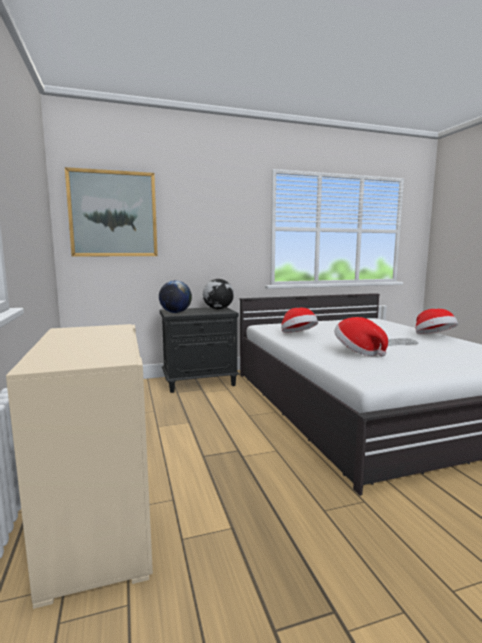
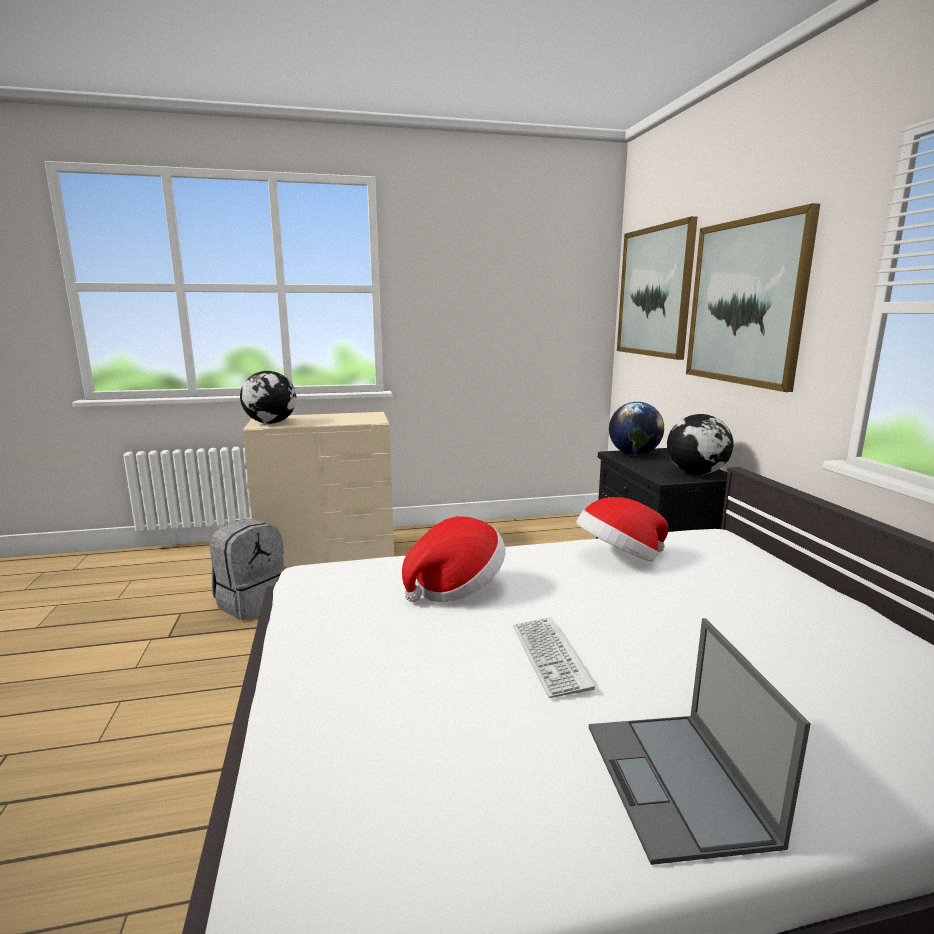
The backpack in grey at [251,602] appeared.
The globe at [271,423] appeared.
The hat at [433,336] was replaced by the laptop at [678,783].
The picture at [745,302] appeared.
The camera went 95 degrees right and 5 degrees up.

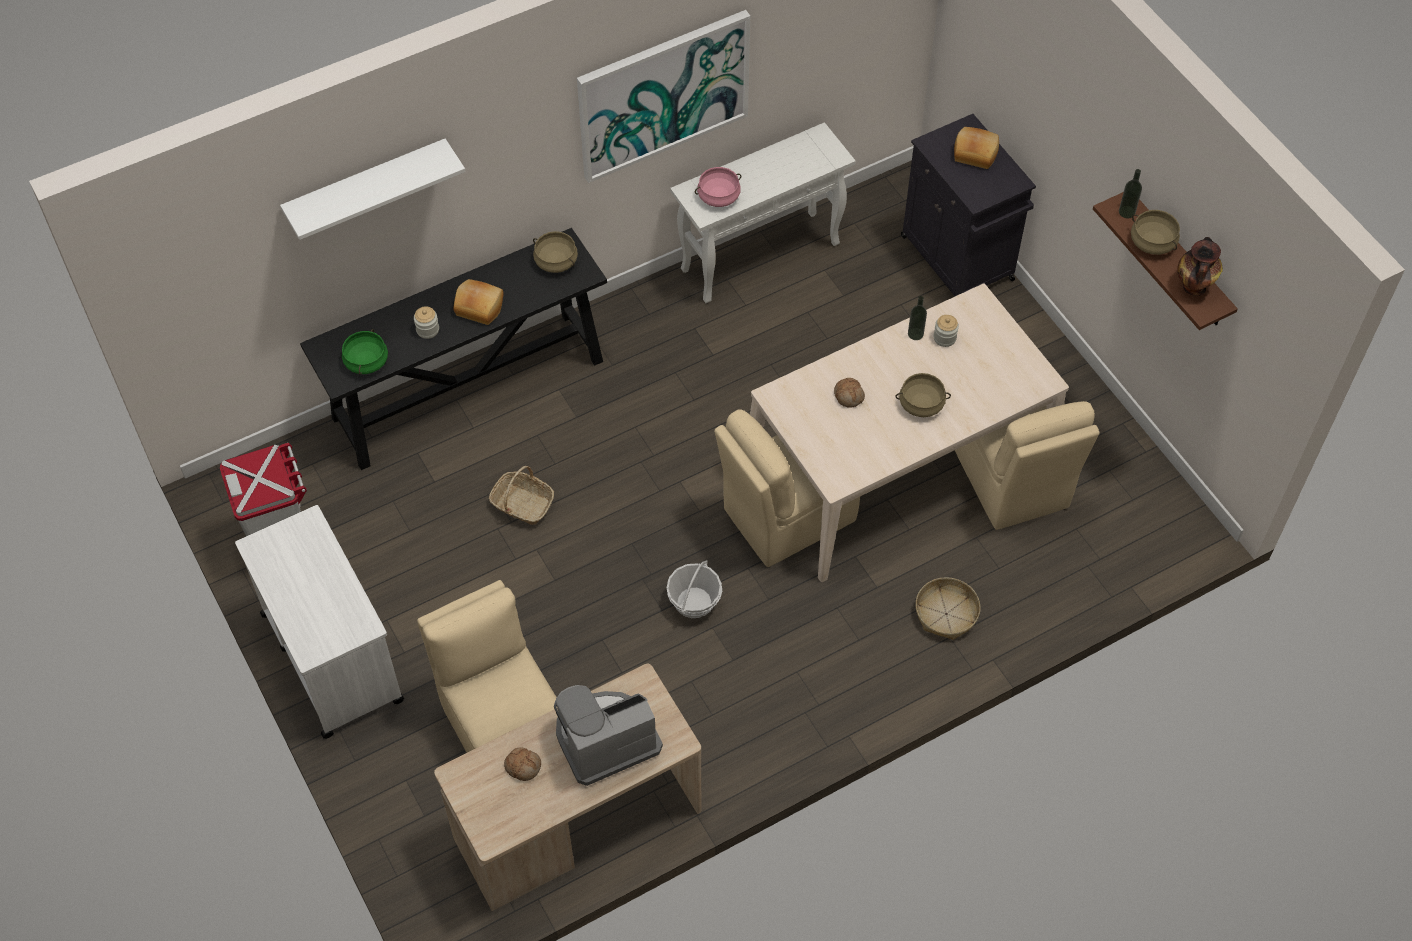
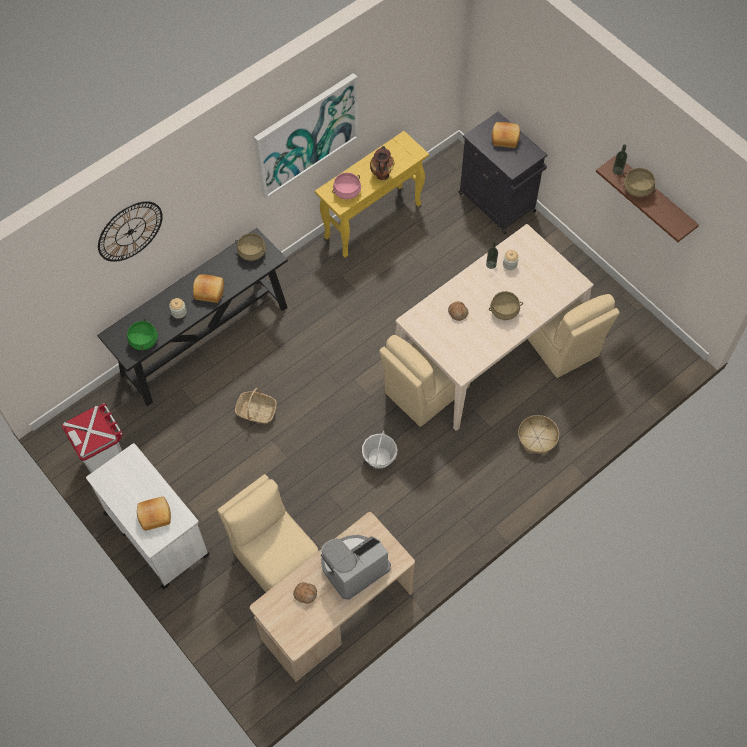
The shelf in white at [366,186] was replaced by the wall clock at [130,231].
The bread at [155,515] appeared.
The console table in white at [761,256] became the console table in yellow at [373,220].
The vase moved from [1193,287] to [382,175].
The camera went 10 degrees left and 5 degrees up.

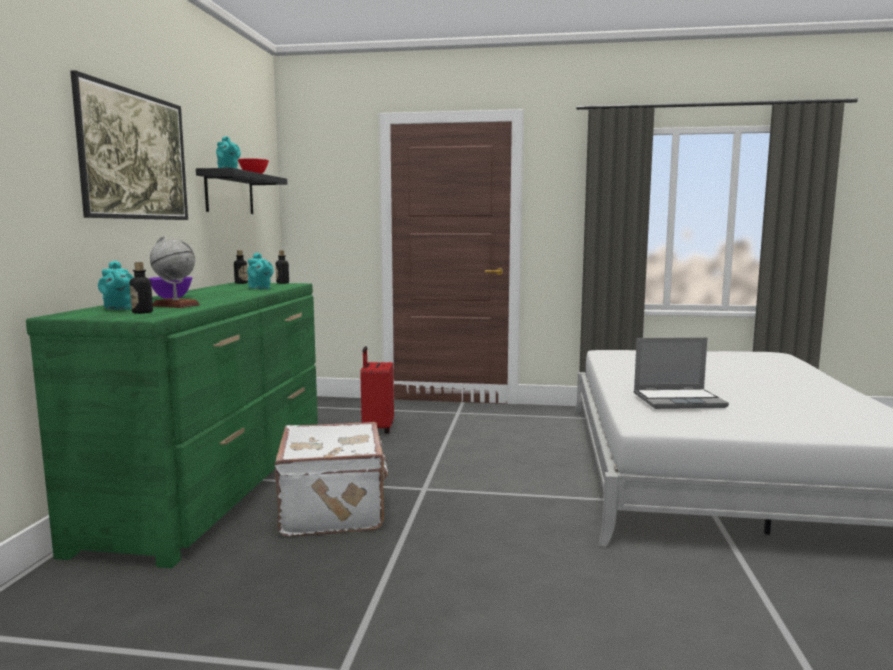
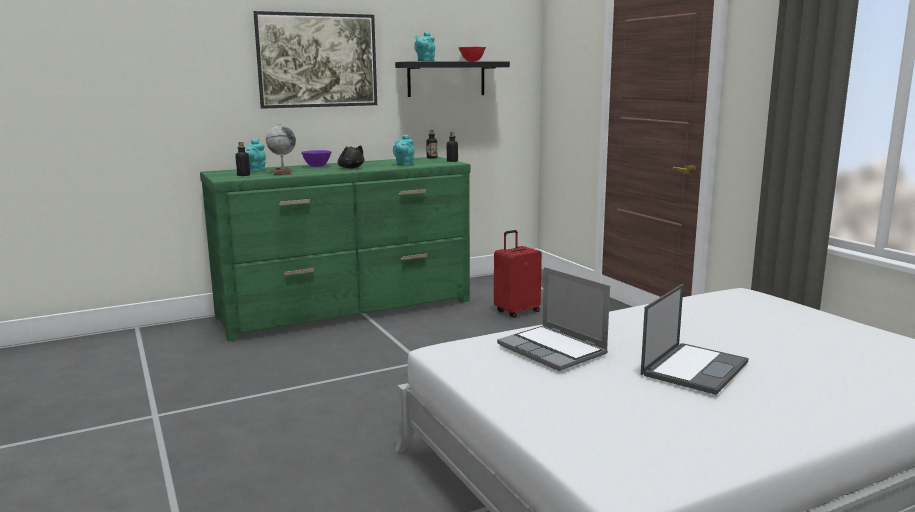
The plush toy in black at [350,168] appeared.
The laptop at [694,368] appeared.
The suitcase in white at [335,510] disappeared.
The camera went 55 degrees right and 5 degrees up.

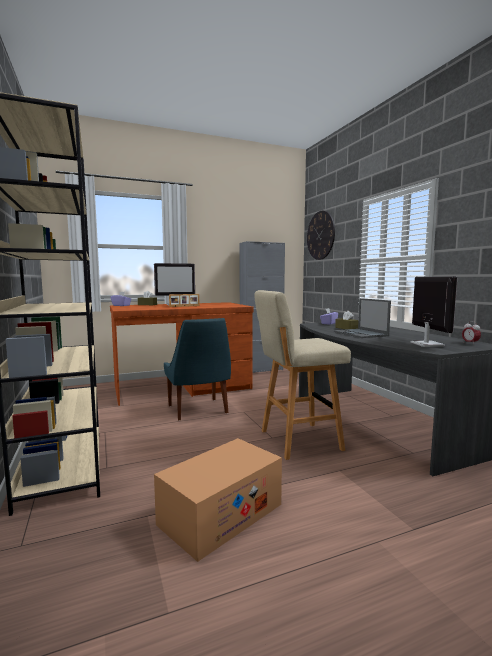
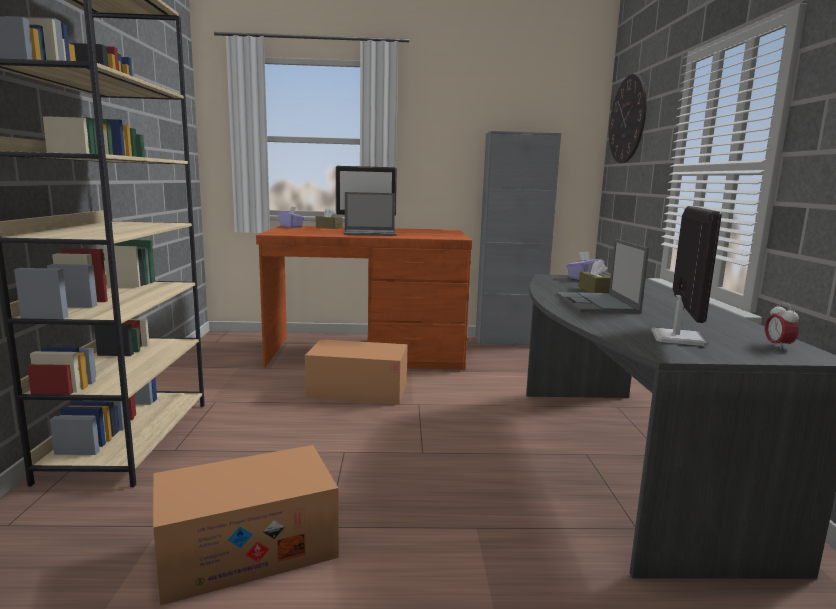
The chair in blue at [198,410] was replaced by the cardboard box at [358,391].
The picture frame at [184,306] was replaced by the laptop at [370,233].
The stool in beige at [297,440] disappeared.
The camera went 20 degrees right and 5 degrees up.

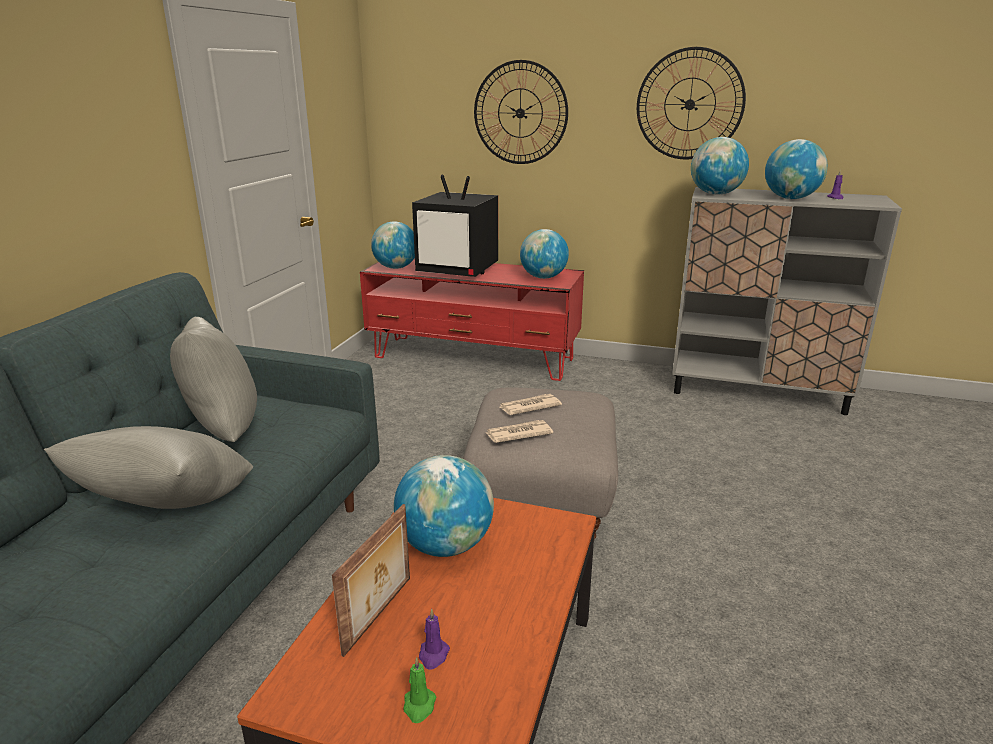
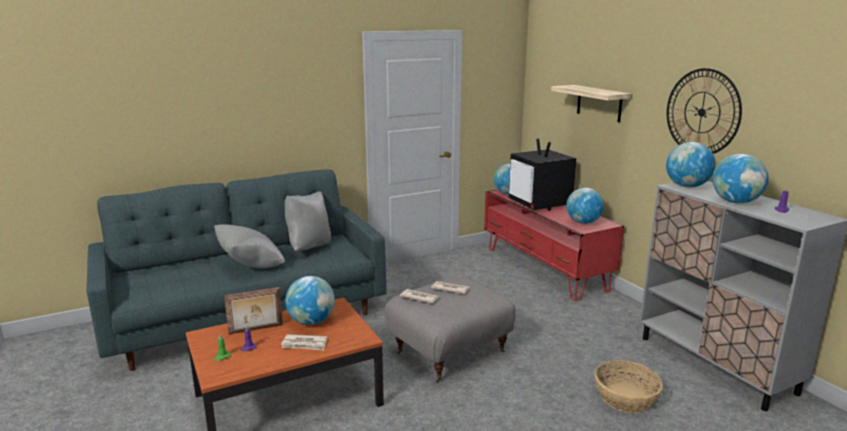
The newspaper at [305,344] appeared.
The wall clock at [520,113] was replaced by the shelf at [599,103].
The basket at [626,398] appeared.
The camera went 45 degrees right and 5 degrees down.

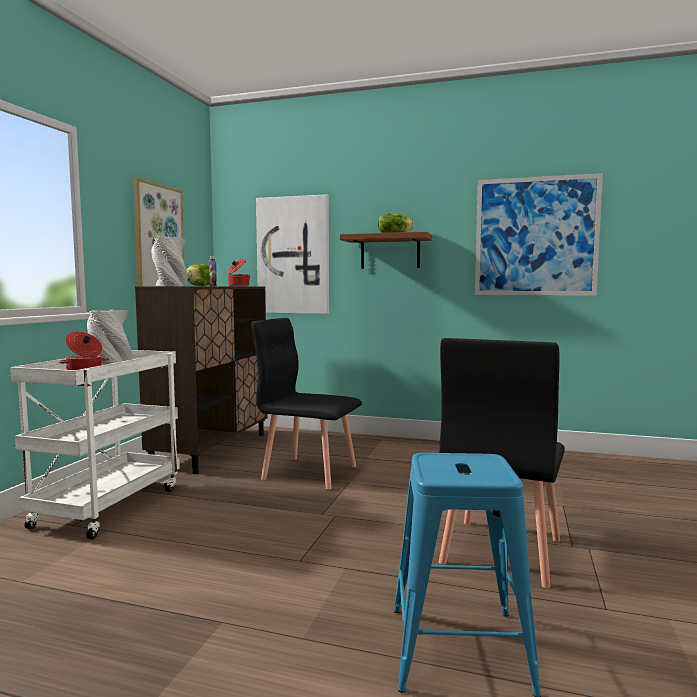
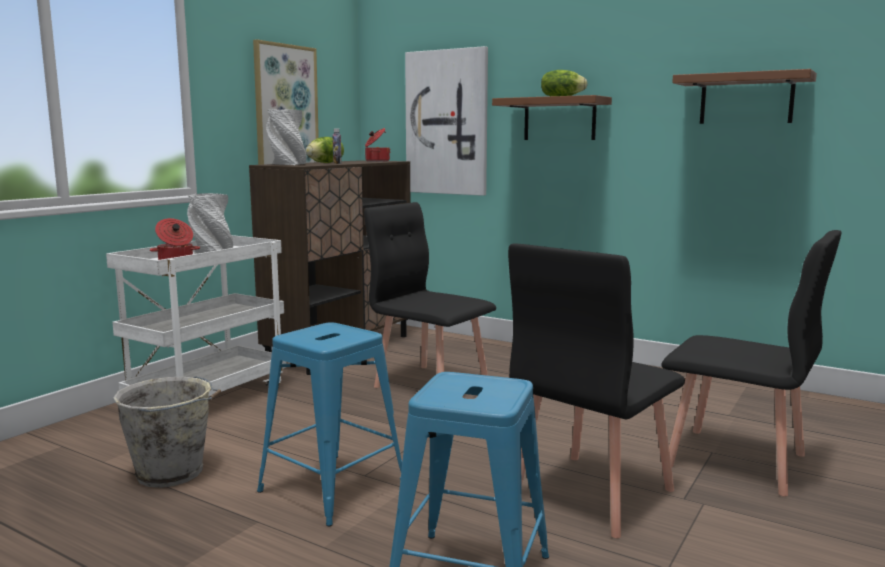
The bucket in grey at [172,473] appeared.
The stool in blue at [332,488] appeared.
The chair in black at [737,461] appeared.
The picture at [536,236] was replaced by the shelf in brown at [746,99].
The camera went 15 degrees right and 5 degrees up.

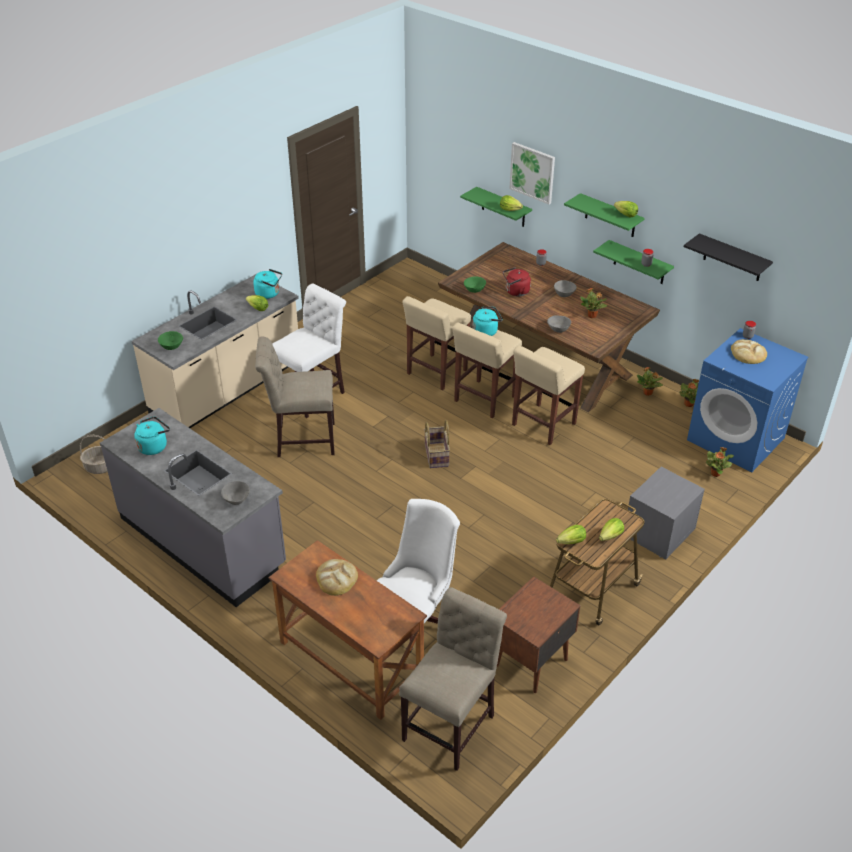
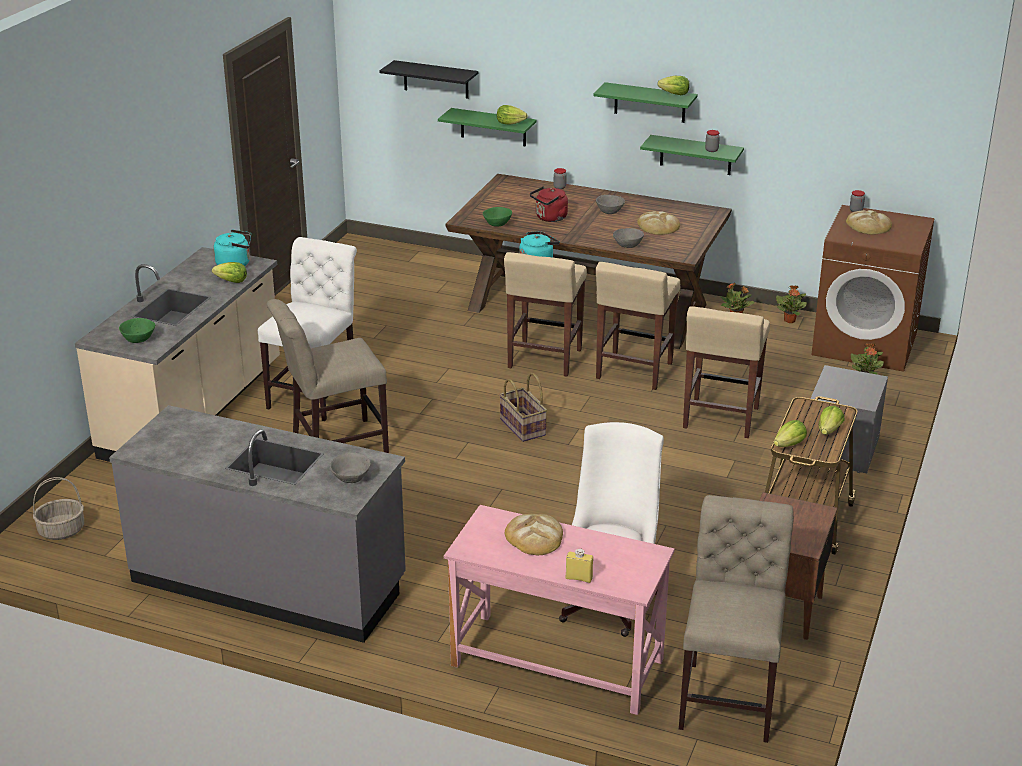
The shelf in black moved from [733,258] to [436,79].
The desk in brown at [350,661] became the desk in pink at [556,663].
The bottle in yellow at [579,578] appeared.
The potted plant at [592,316] was replaced by the bread at [658,226].
The stool in beige moved from [436,372] to [720,418].
The washing machine in blue at [736,439] became the washing machine in brown at [865,344].
The kettle in turquoise at [154,446] disappeared.
The picture at [532,172] disappeared.
The camera went 20 degrees left and 10 degrees down.

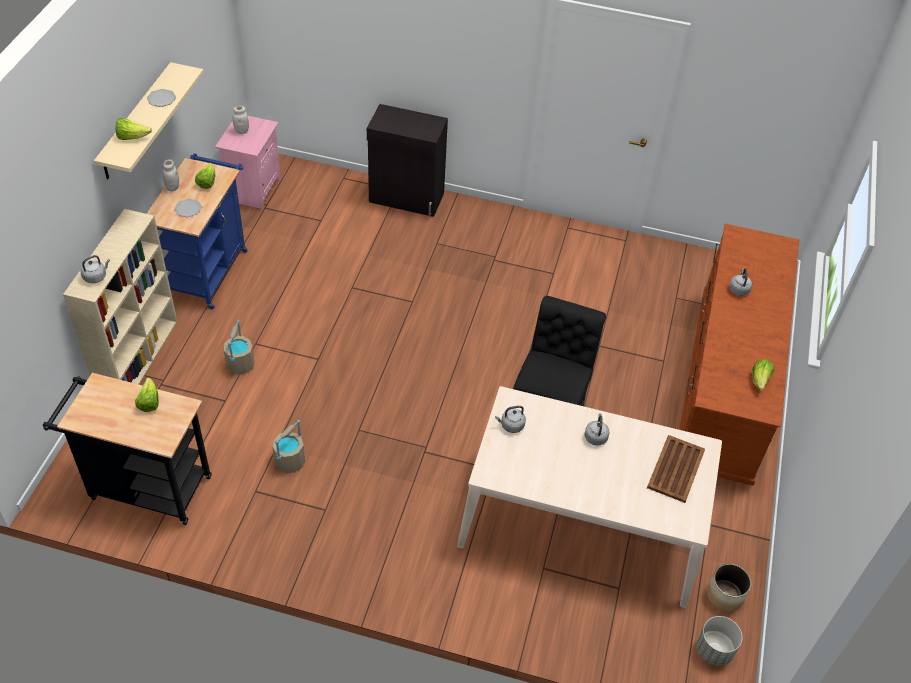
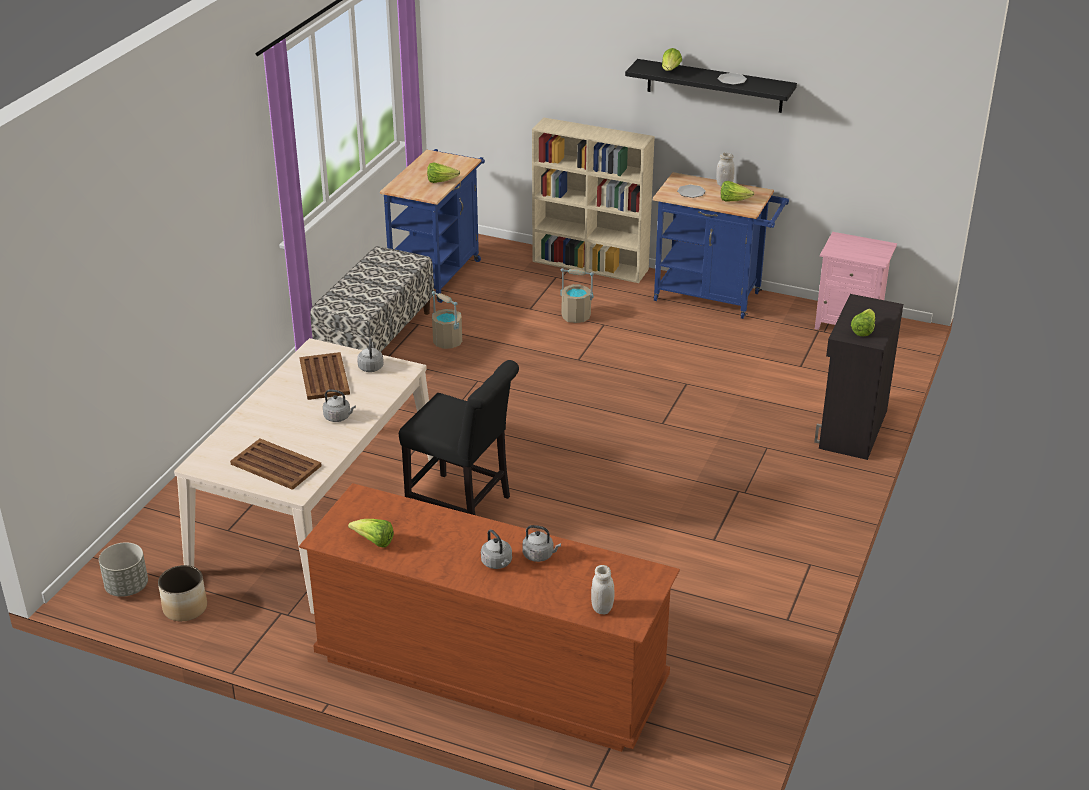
The tray in brown at [324,376] appeared.
The bench at [376,337] appeared.
The cart in black at [144,486] became the cart in blue at [438,273].
The kettle in grey moved from [96,276] to [497,563].
The jar in white moved from [242,131] to [602,608].
The shelf in beige at [136,122] became the shelf in black at [714,86].
The lettuce at [863,330] appeared.
The camera went 100 degrees right and 15 degrees down.

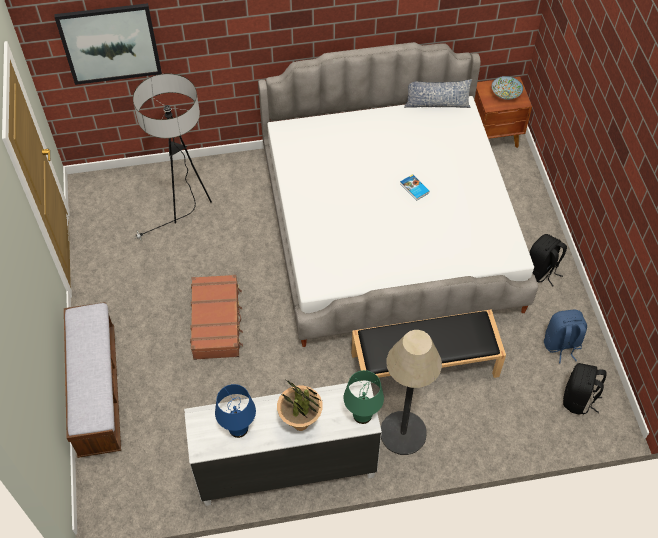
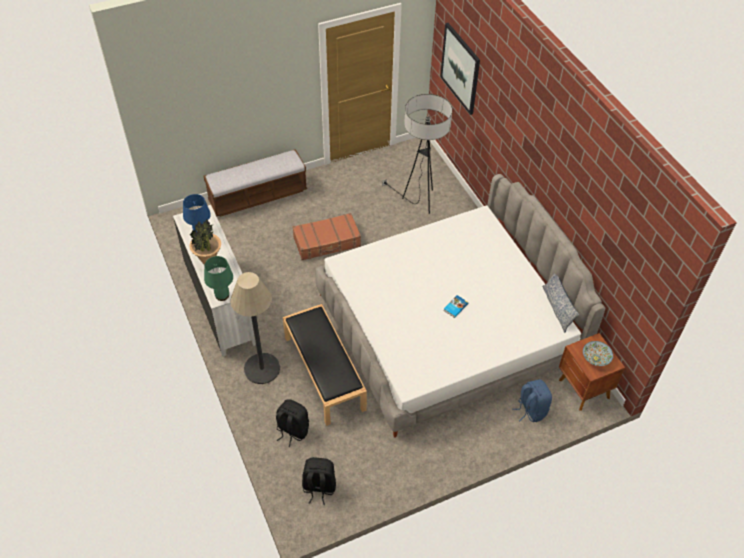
The backpack in black moved from [541,271] to [292,430].
The backpack in blue moved from [561,345] to [530,410].
The camera went 75 degrees right and 5 degrees down.

